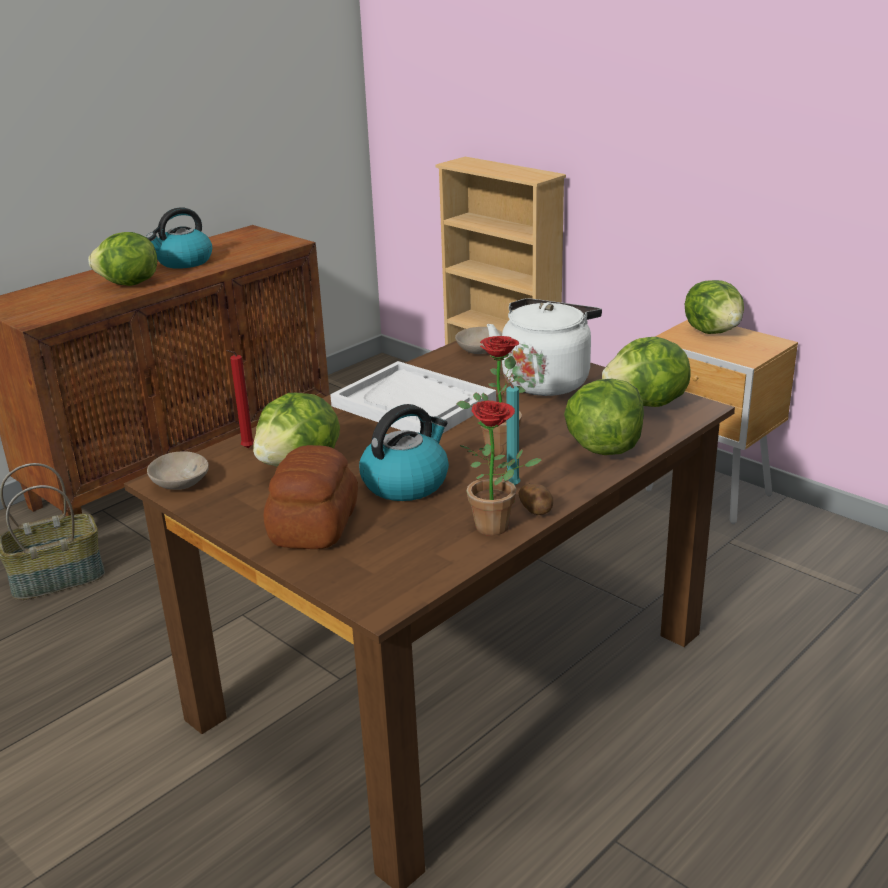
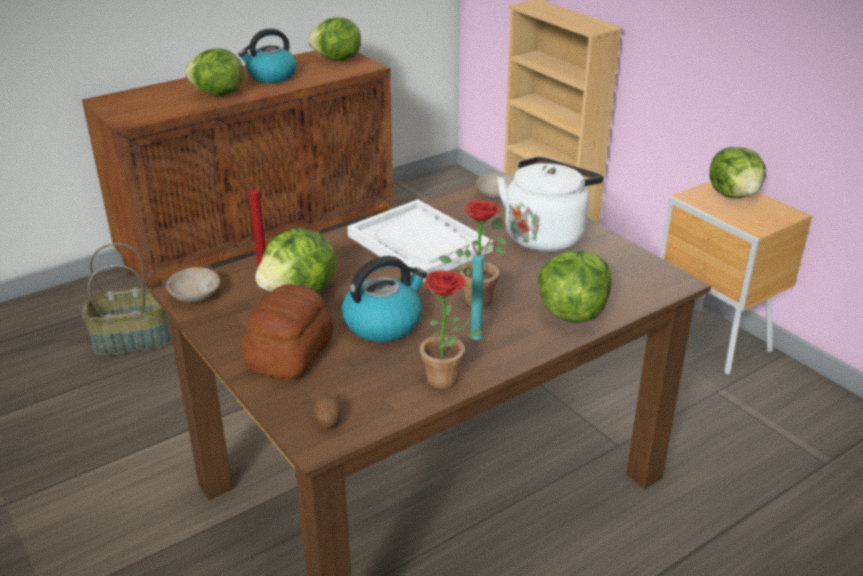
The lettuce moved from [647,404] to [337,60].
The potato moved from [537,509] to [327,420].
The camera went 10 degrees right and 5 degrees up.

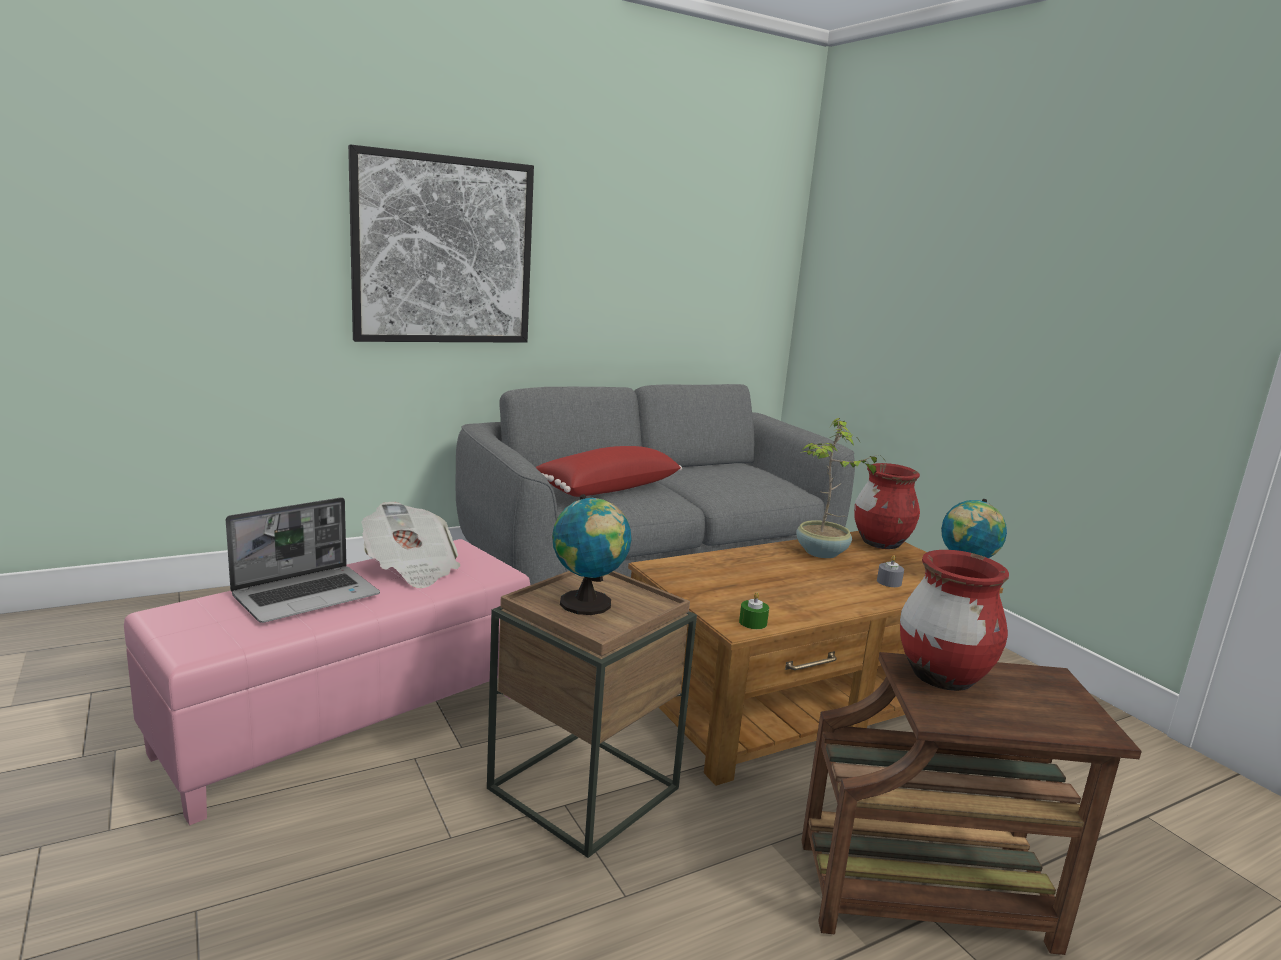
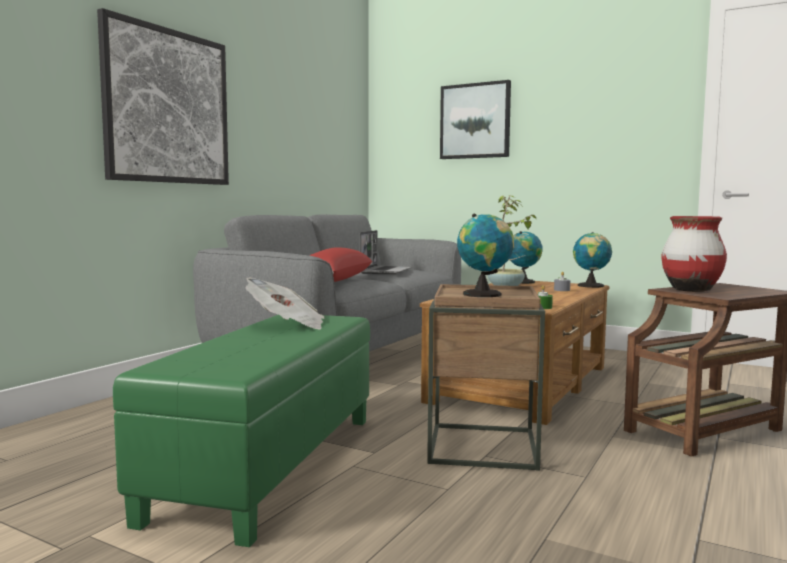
The ottoman in pink at [349,721] became the ottoman in green at [269,464].
The laptop moved from [307,595] to [385,271].
The picture at [475,121] appeared.
The vase in red at [881,543] was replaced by the globe at [523,282].
The camera went 30 degrees left and 10 degrees down.

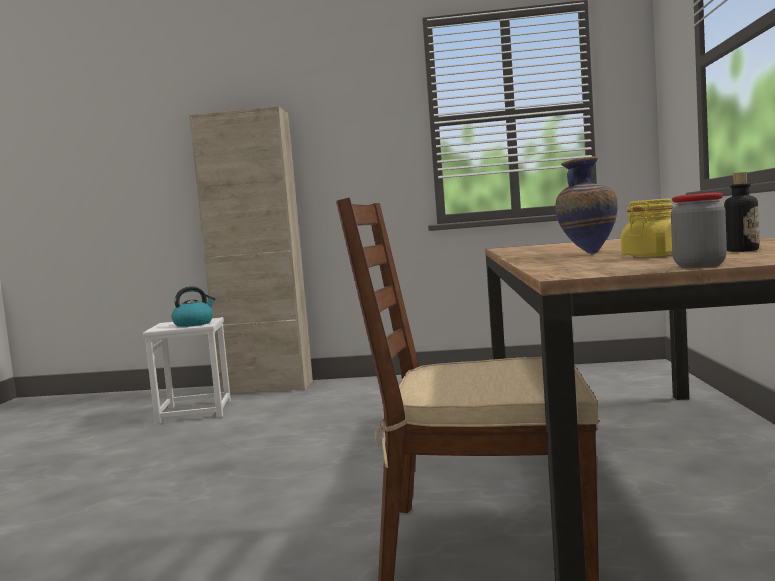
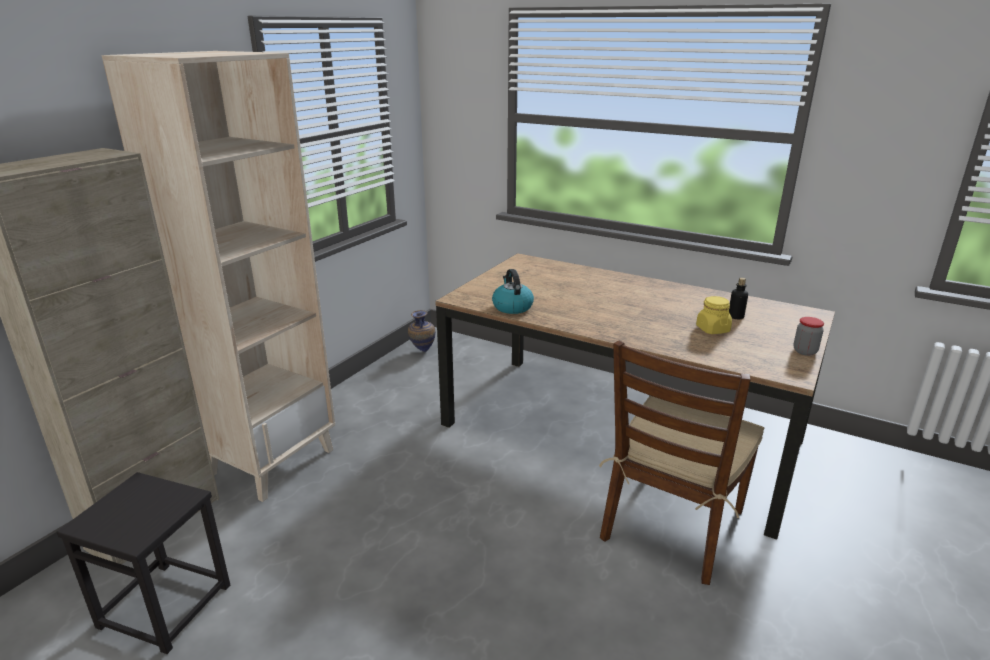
The stool in white at [195,411] became the stool in black at [166,605].
The bookcase in beige at [272,461] appeared.
The vase moved from [587,253] to [422,351].
The kettle moved from [194,324] to [512,307].
The camera went 65 degrees left and 20 degrees up.

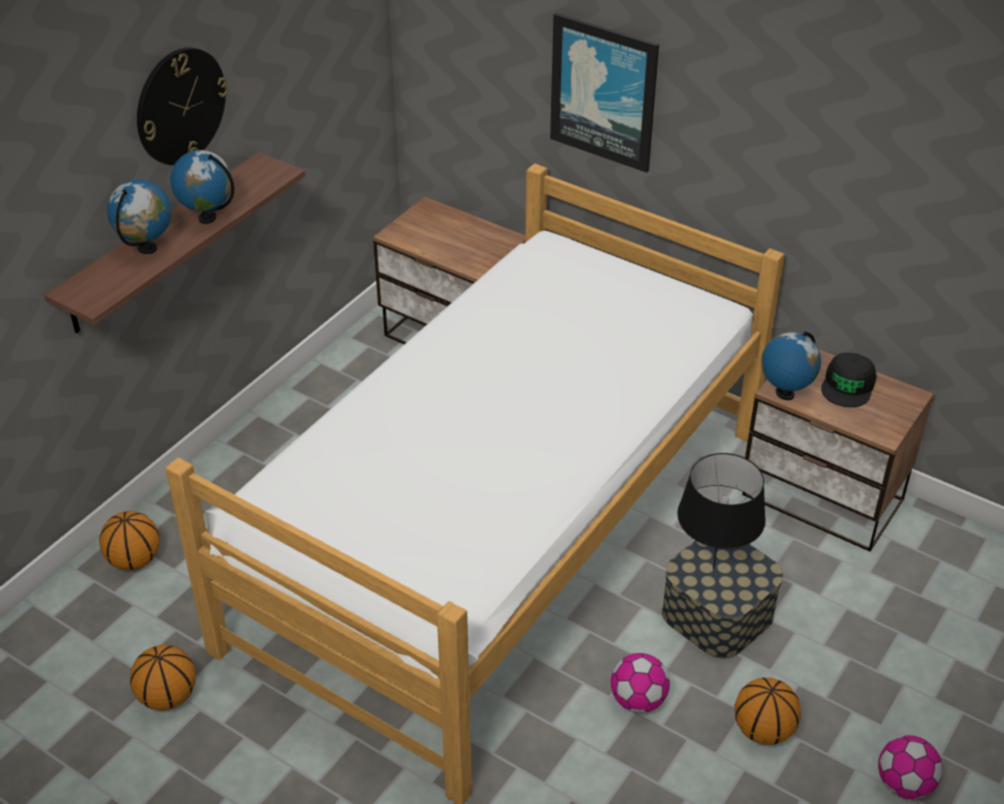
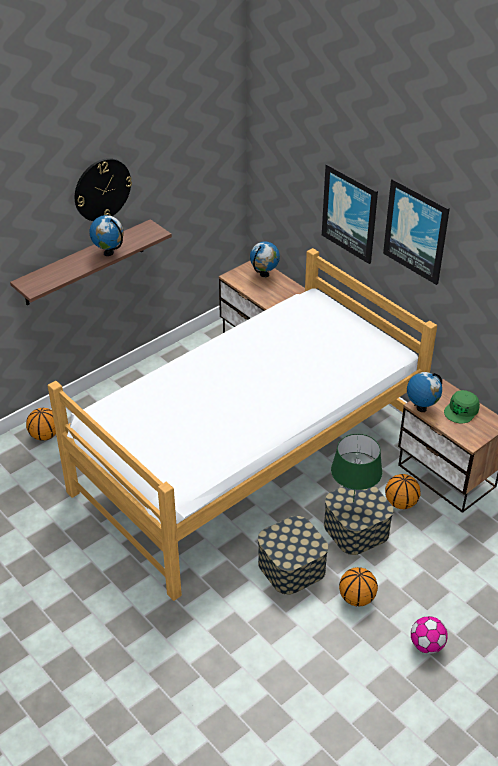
The globe moved from [147,249] to [264,274].
The football at [638,700] was replaced by the storage box at [291,567].
The table lamp in black at [713,568] became the table lamp in green at [353,501].
The picture at [416,231] appeared.
The basketball moved from [168,697] to [401,503].
The cap in black at [848,386] became the cap in green at [461,410].
The camera went 15 degrees right and 0 degrees up.

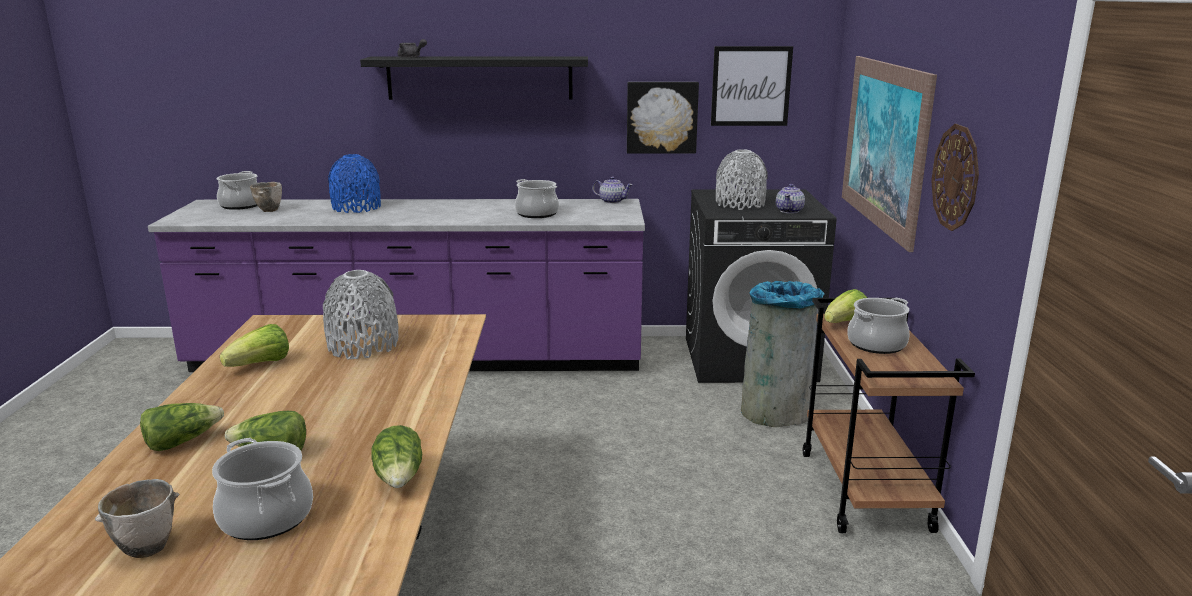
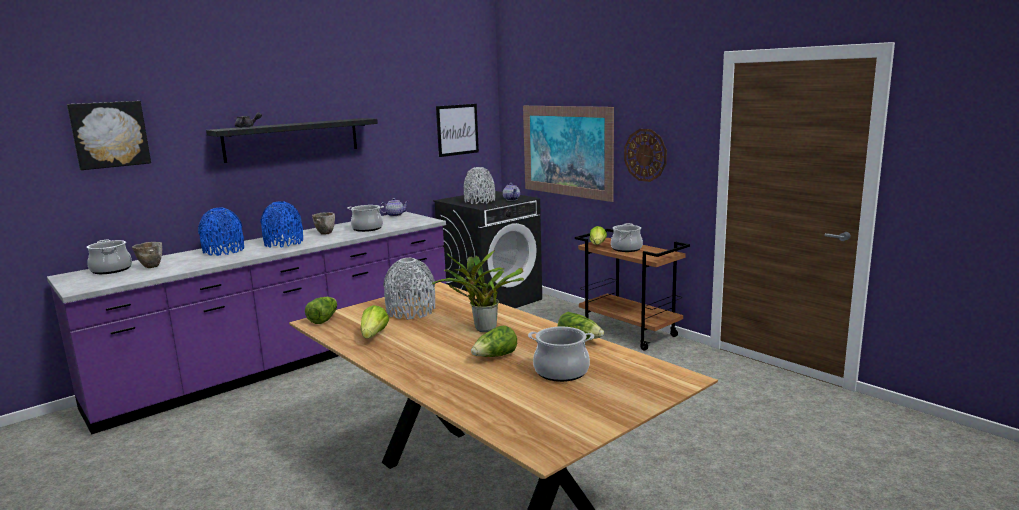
The picture moved from [661,117] to [109,134].
The vase in blue at [284,243] appeared.
The lettuce moved from [182,442] to [323,319].
The bowl moved from [149,547] to [326,233].
The potted plant at [482,328] appeared.
The trash can in grey at [777,412] disappeared.
The camera went 40 degrees left and 5 degrees down.

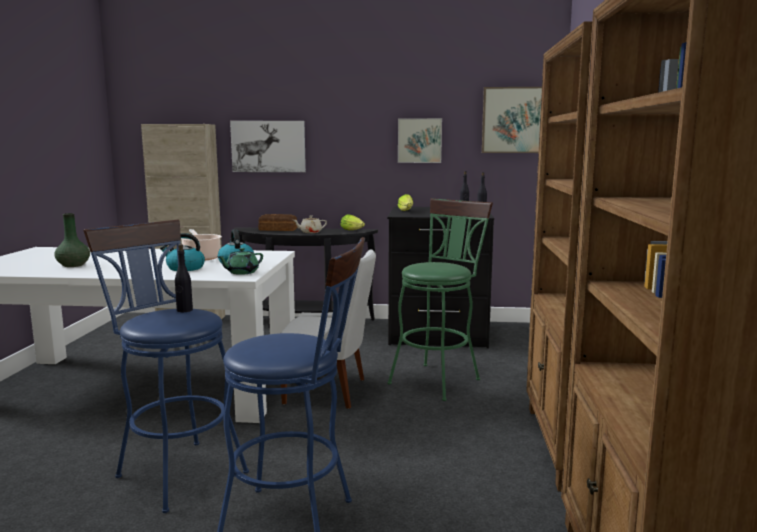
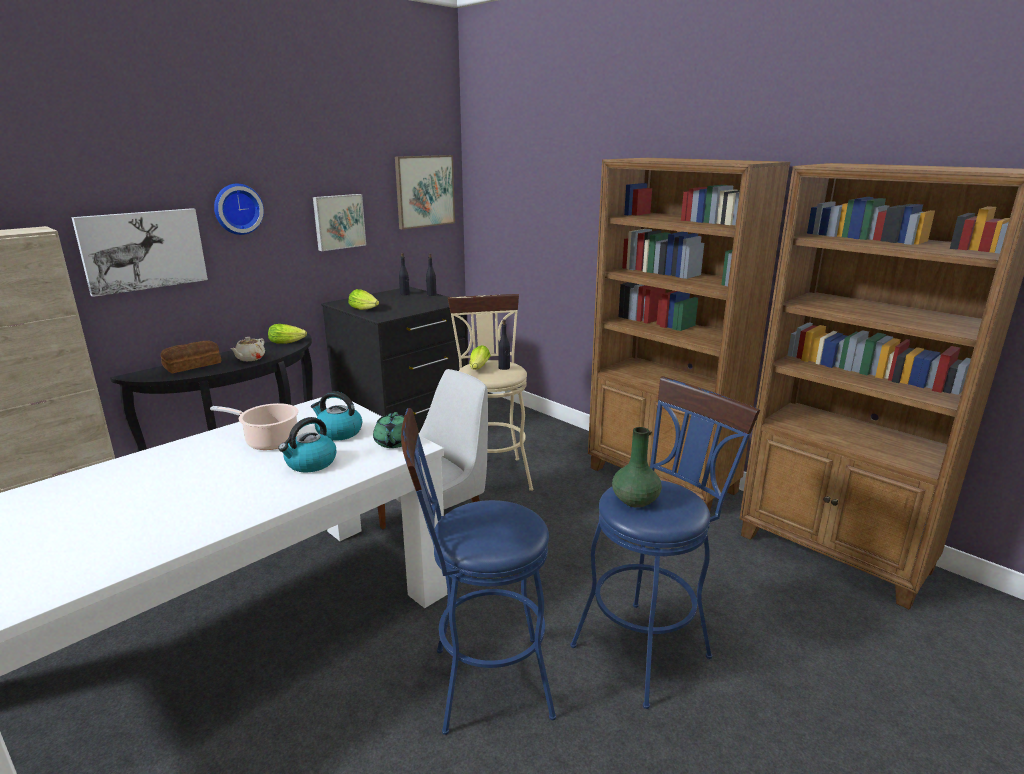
The wall clock at [237,209] appeared.
The stool in green at [438,379] became the stool in beige at [491,473].
The lettuce at [478,368] appeared.
The bottle in black moved from [184,310] to [504,368].
The vase in green moved from [74,265] to [635,500].
The camera went 50 degrees left and 10 degrees up.

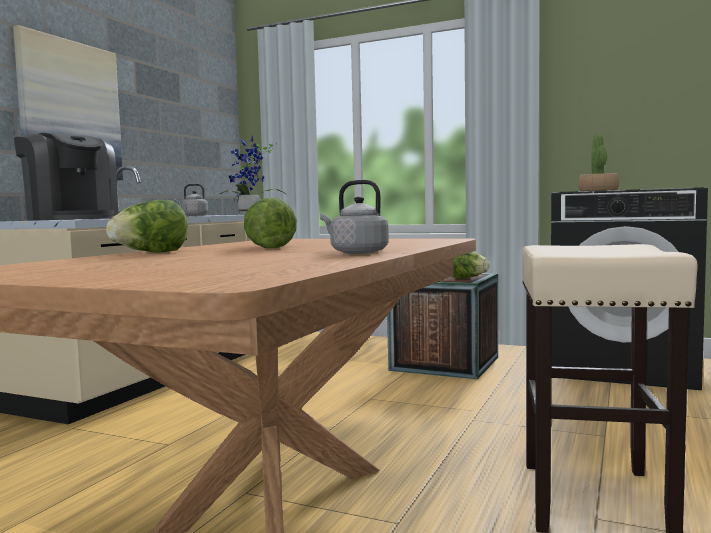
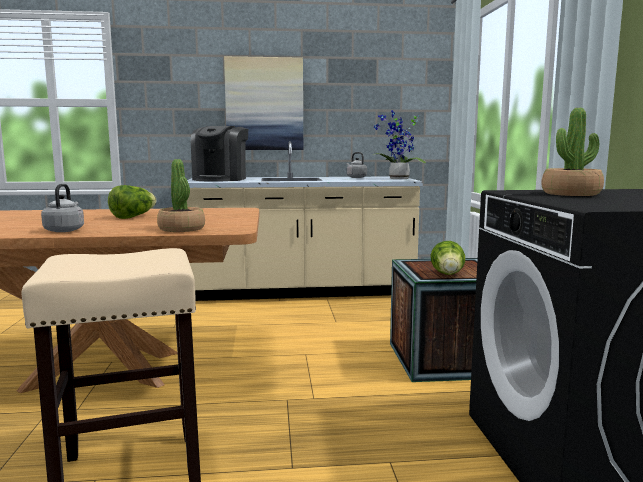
The potted plant at [182,229] appeared.
The lettuce at [151,253] disappeared.
The camera went 60 degrees right and 5 degrees up.

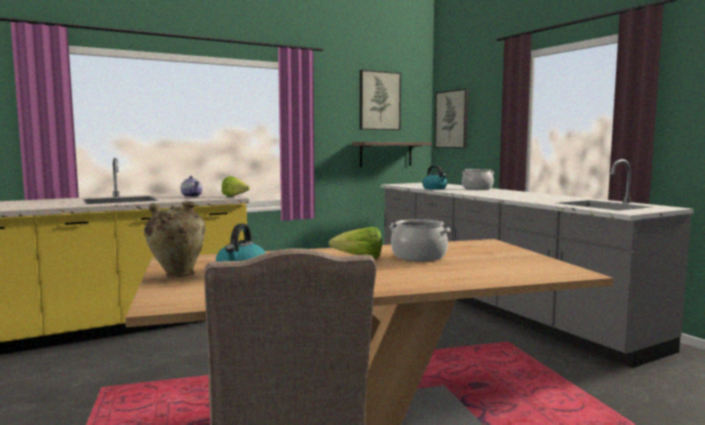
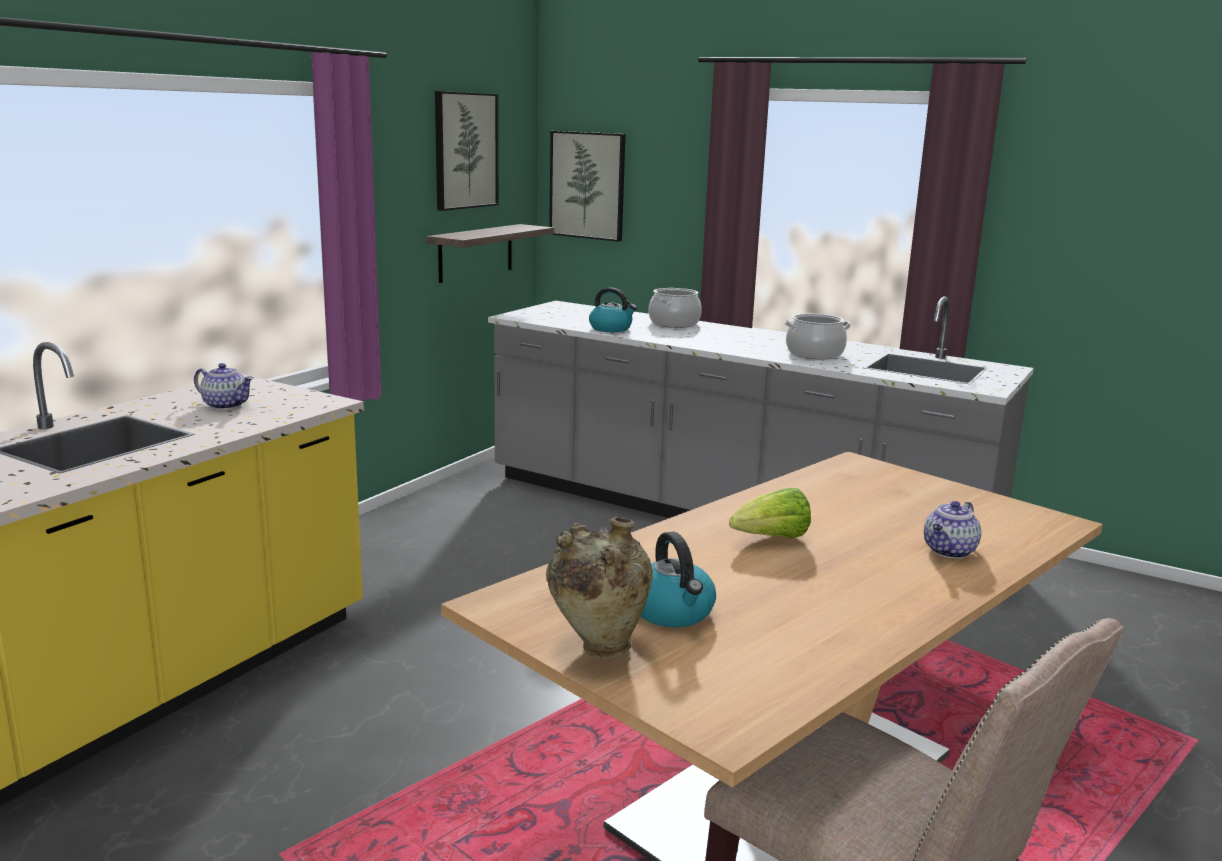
The cooking pot moved from [419,256] to [814,354].
The teapot at [949,551] appeared.
The lettuce at [235,196] disappeared.
The camera went 30 degrees left and 10 degrees up.

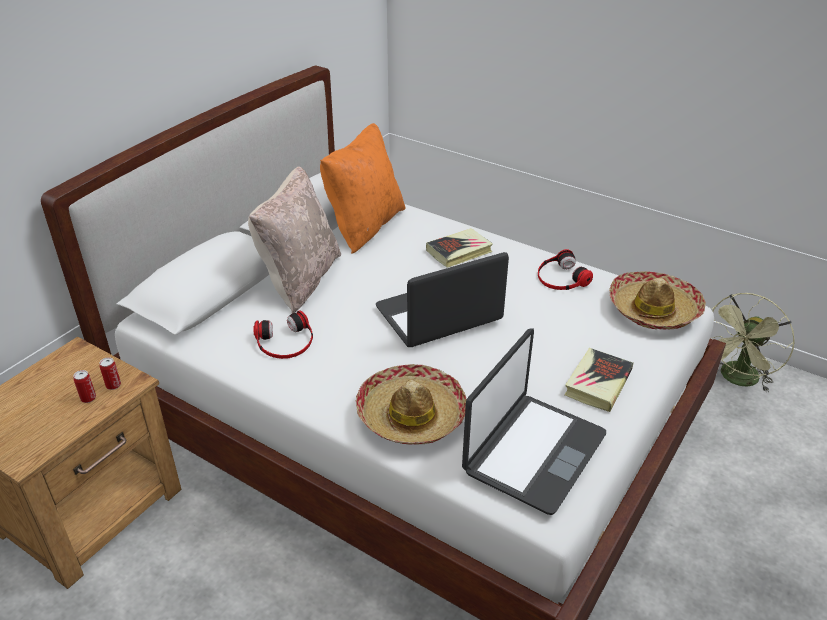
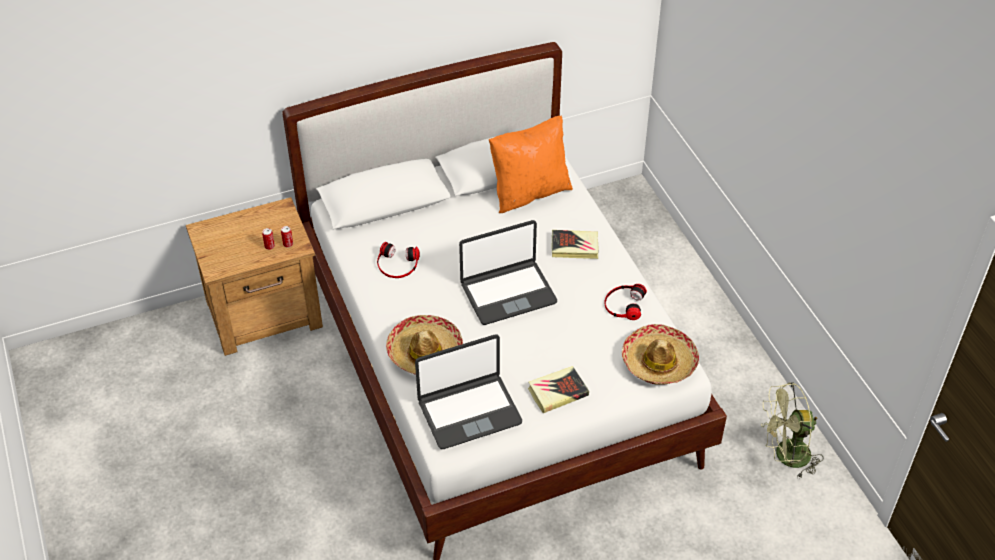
The laptop at [439,315] turned 150 degrees clockwise.
The pillow in beige at [299,280] disappeared.
The camera went 35 degrees right and 10 degrees up.

